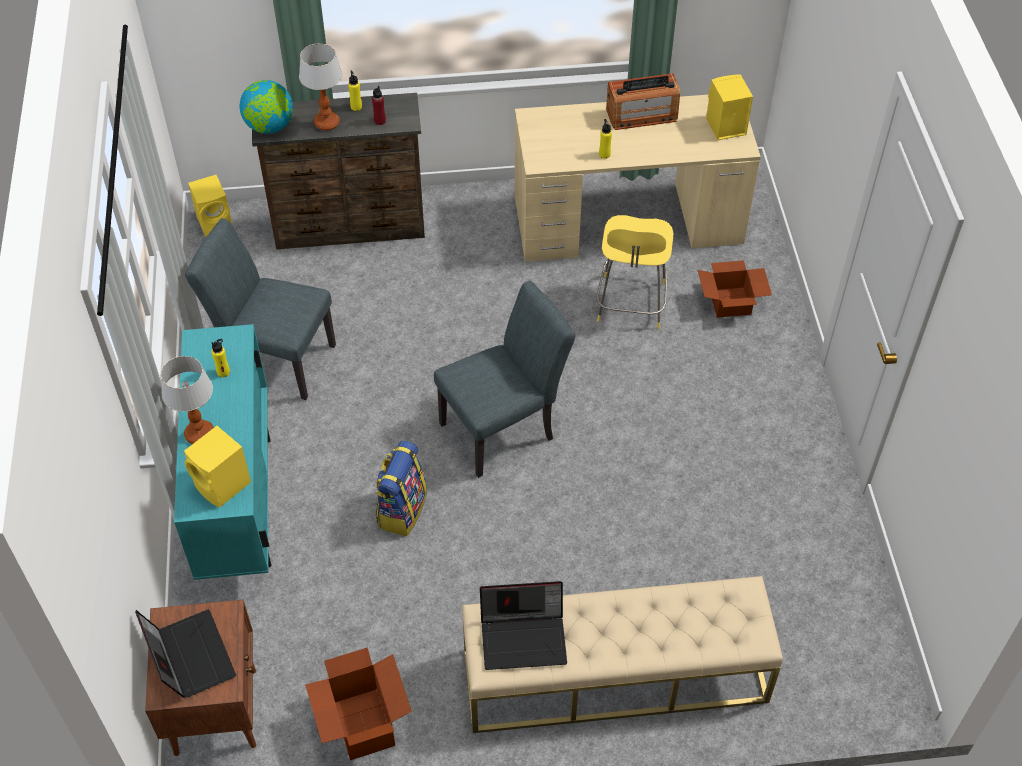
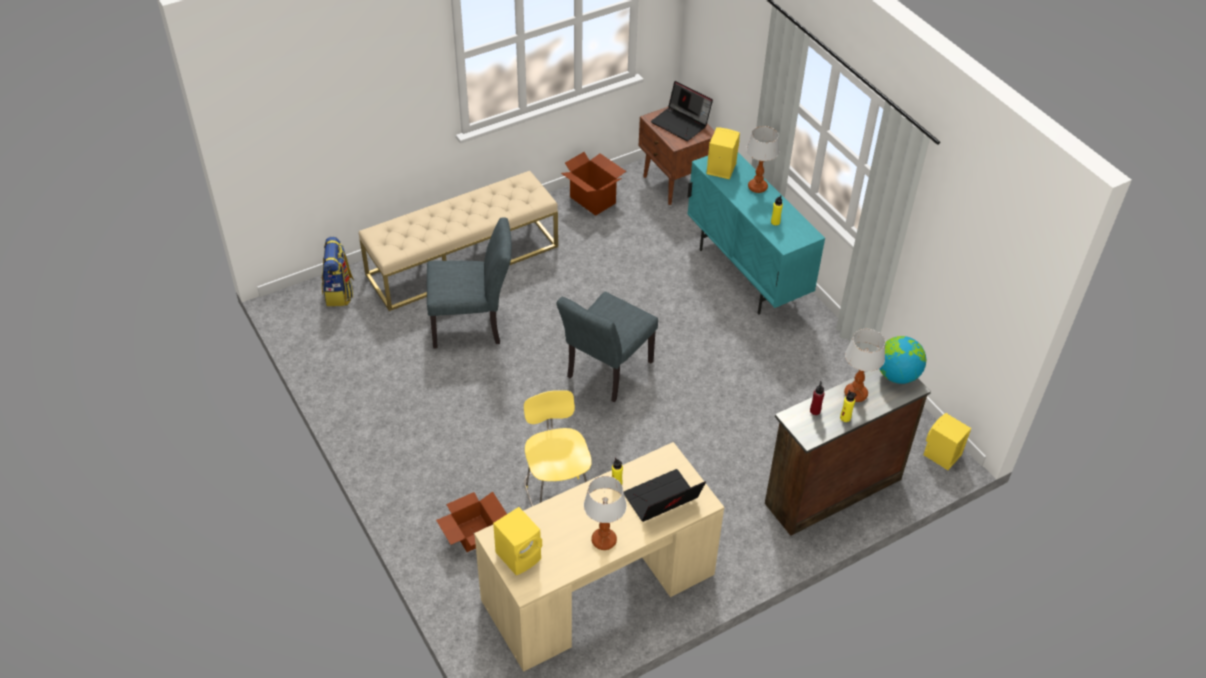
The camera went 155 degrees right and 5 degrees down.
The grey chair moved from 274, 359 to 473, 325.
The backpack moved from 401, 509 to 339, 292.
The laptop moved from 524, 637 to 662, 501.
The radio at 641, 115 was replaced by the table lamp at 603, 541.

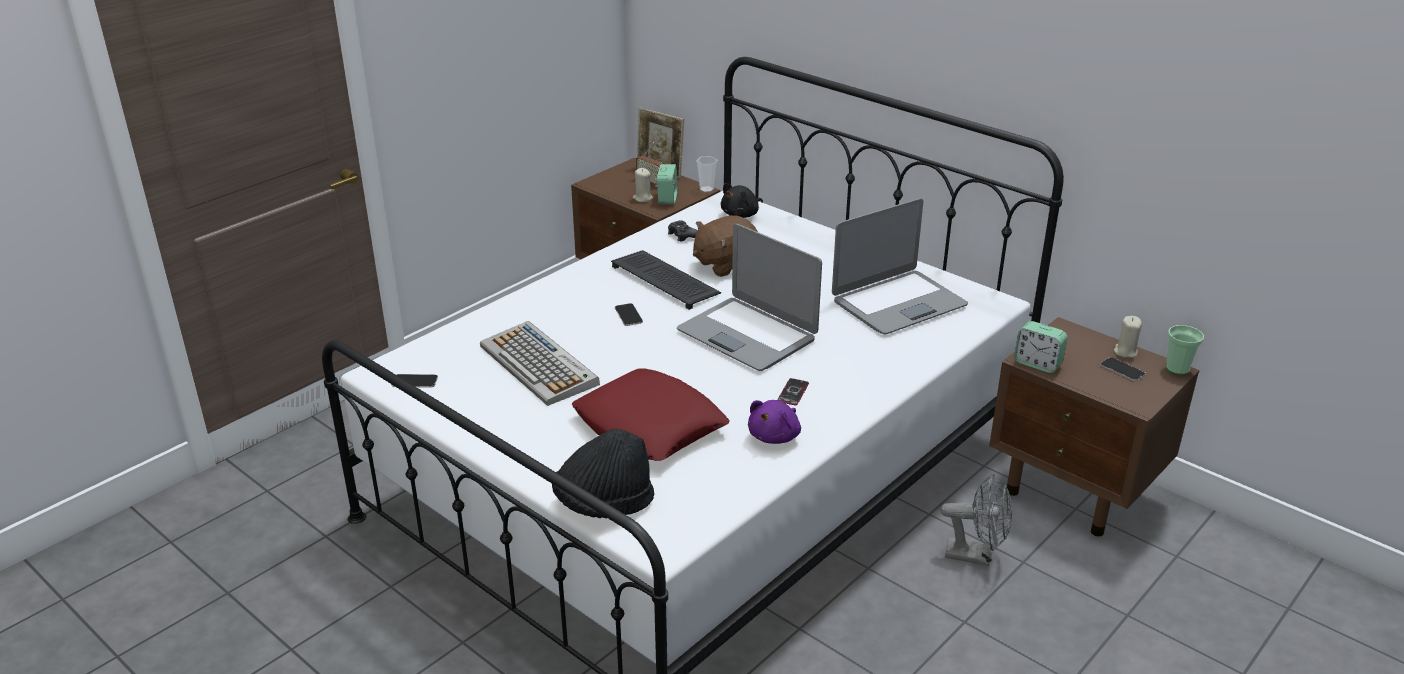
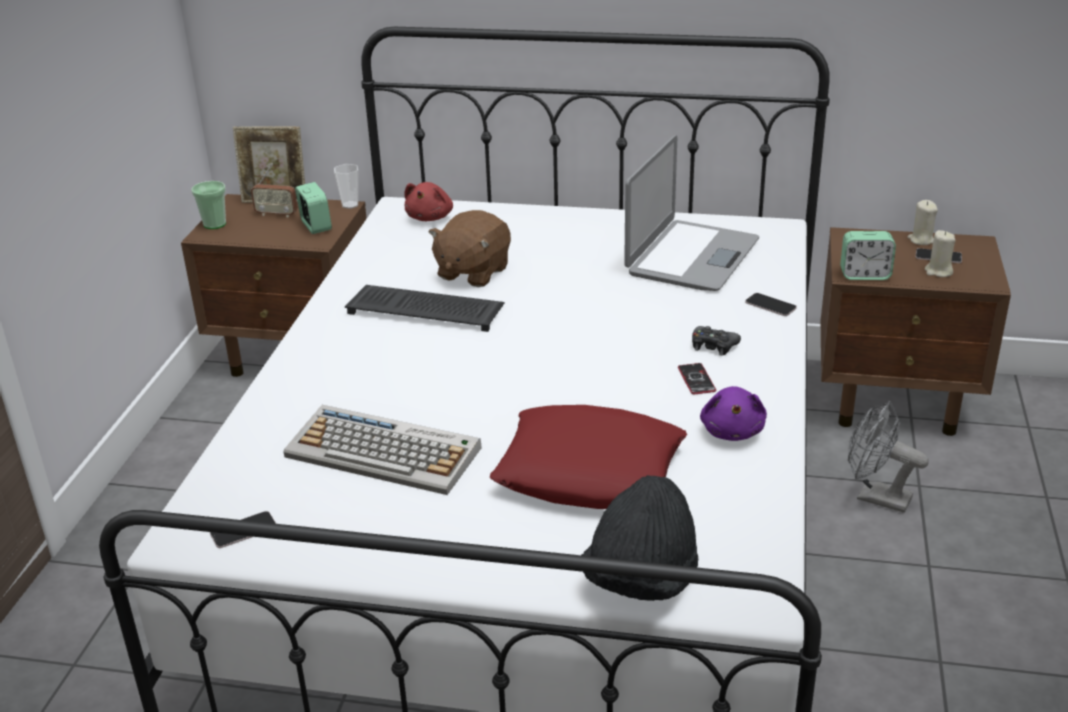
The camera went 30 degrees left and 0 degrees up.
The phone moved from 628, 315 to 770, 305.
The beige candle moved from 642, 198 to 938, 271.
The black game controller moved from 683, 235 to 713, 346.
The laptop at 747, 335 disappeared.
The black plush toy at 741, 214 became the red plush toy at 430, 217.
The grey fan at 976, 555 turned 135 degrees counterclockwise.
The cup moved from 1177, 368 to 215, 224.

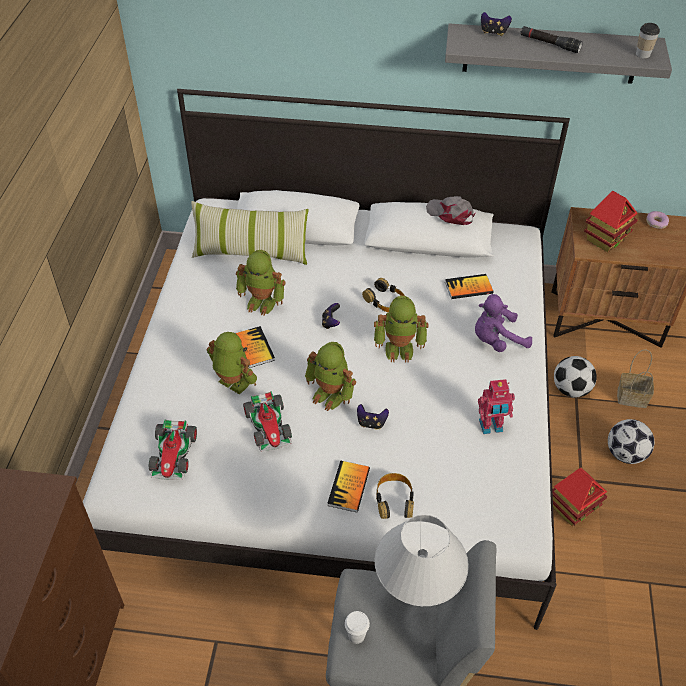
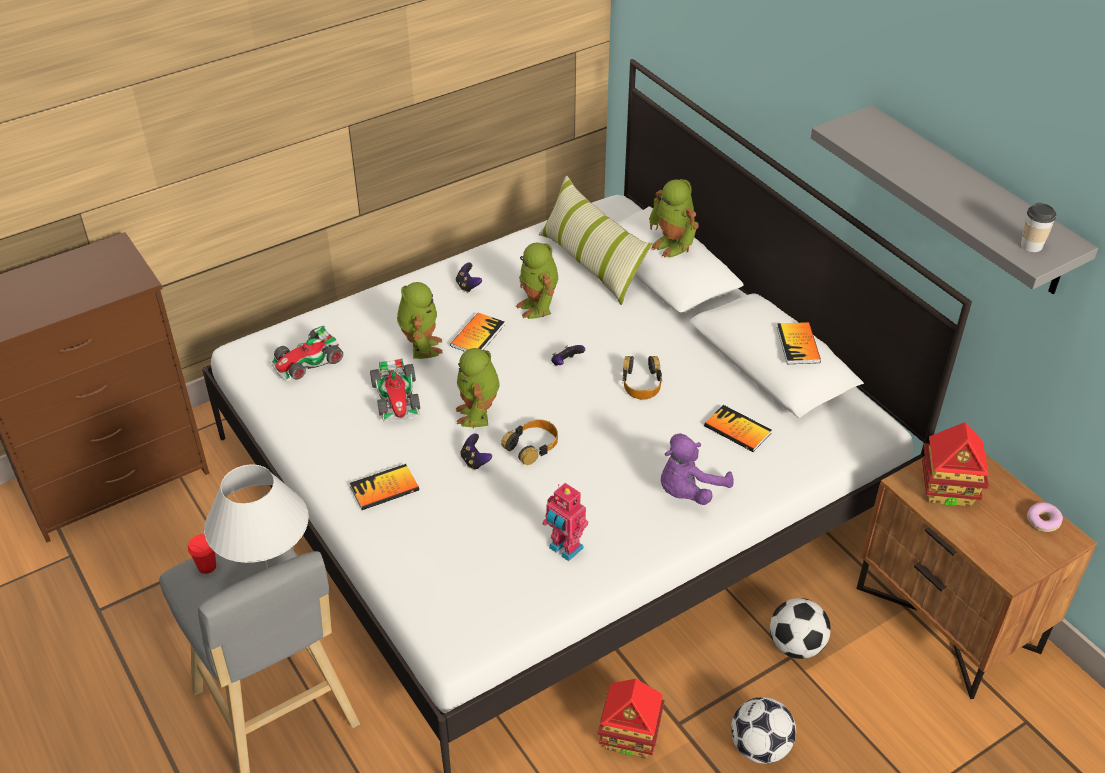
The camera went 50 degrees right and 5 degrees down.
The toy car at 269, 426 turned 45 degrees counterclockwise.
The white cup at 356, 635 became the red cup at 207, 566.
The toy robot moved from 399, 348 to 672, 245.
The headphones moved from 394, 500 to 532, 446.
The grey cap at 450, 214 was replaced by the book at 798, 345.
The purple plush toy at 496, 340 turned 75 degrees counterclockwise.
The game controller moved from 493, 33 to 468, 286.
The black flashlight at 549, 44 disappeared.
The basket at 633, 397 disappeared.

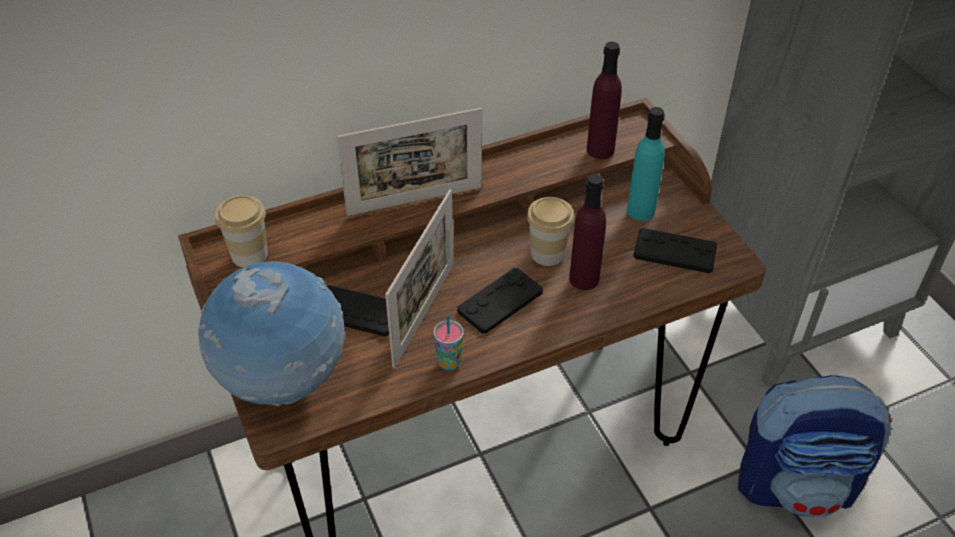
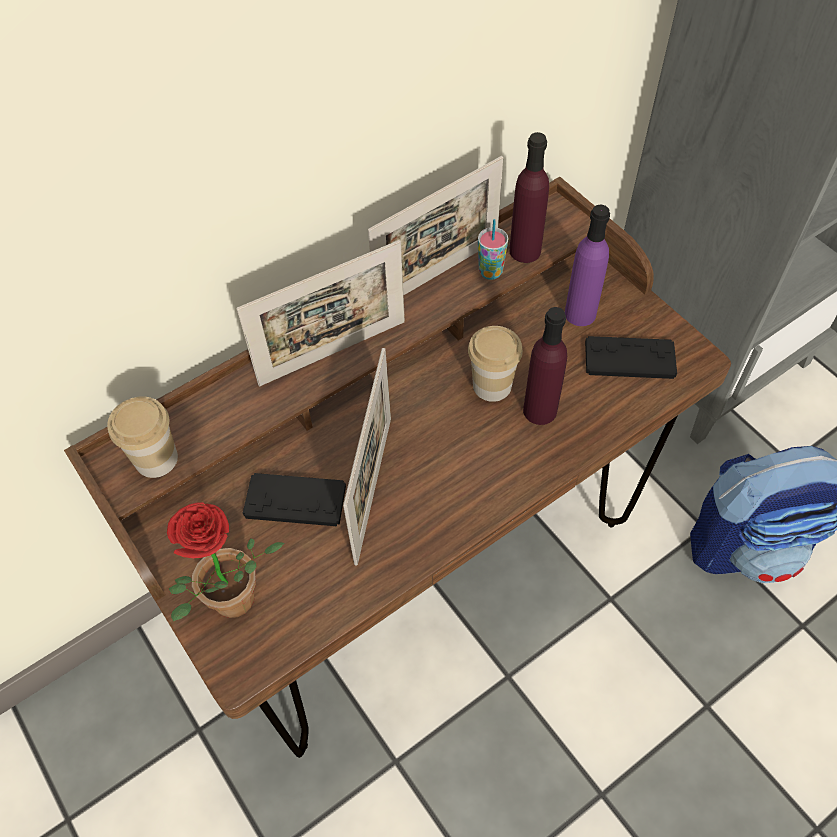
The camera went 10 degrees left and 10 degrees up.
The globe at 283, 381 was replaced by the potted plant at 233, 608.
The cup moved from 449, 362 to 490, 272.
The black game controller at 500, 302 disappeared.
The turquoise bottle at 640, 211 became the purple bottle at 580, 314.
The picture frame at 437, 274 appeared.

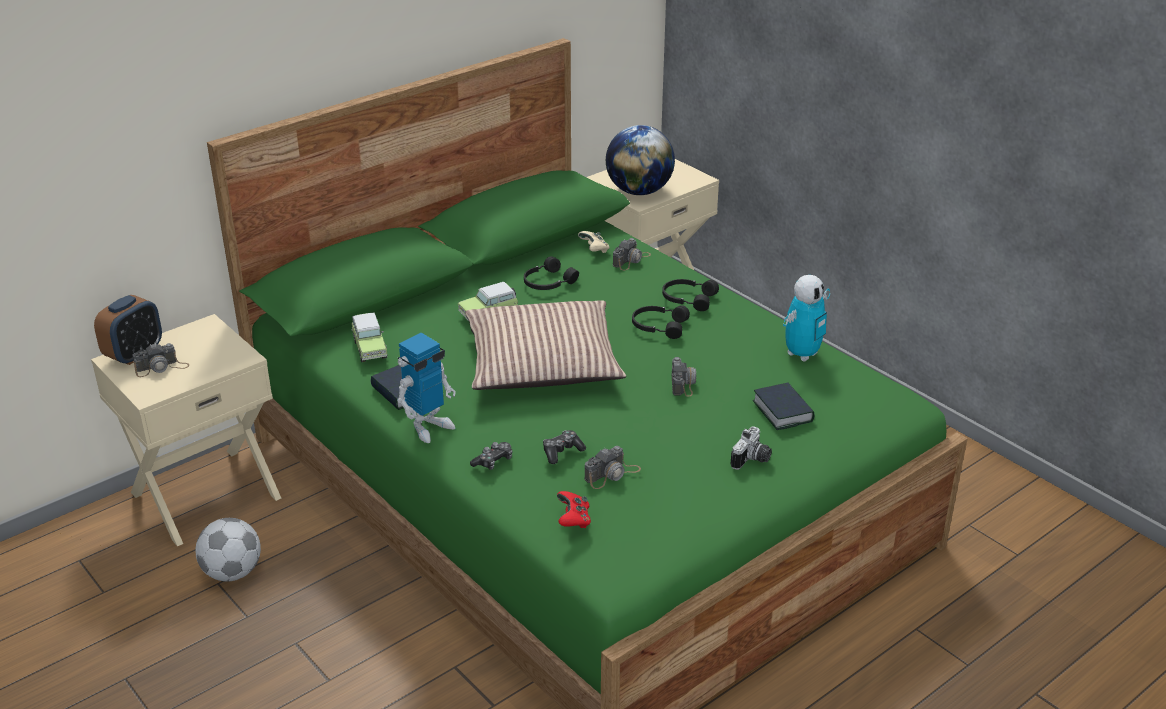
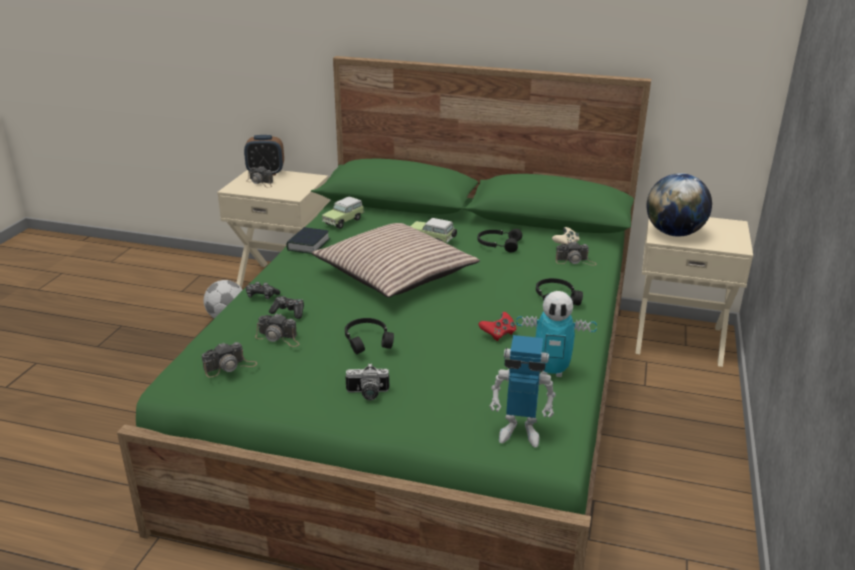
The camera went 55 degrees right and 5 degrees down.
The toy robot moved from 429, 427 to 520, 431.
The red game controller moved from 573, 520 to 498, 334.
The black headphones moved from 659, 326 to 368, 340.
The photo camera moved from 684, 381 to 230, 367.
The book at 782, 411 disappeared.

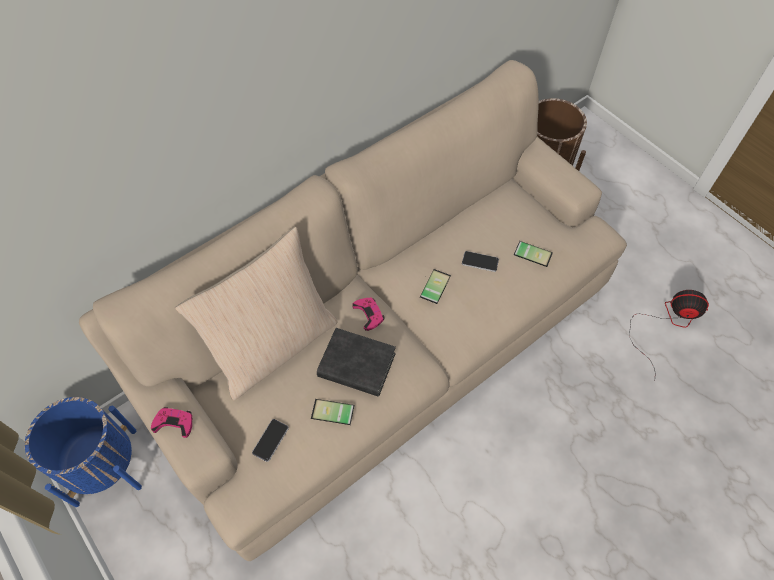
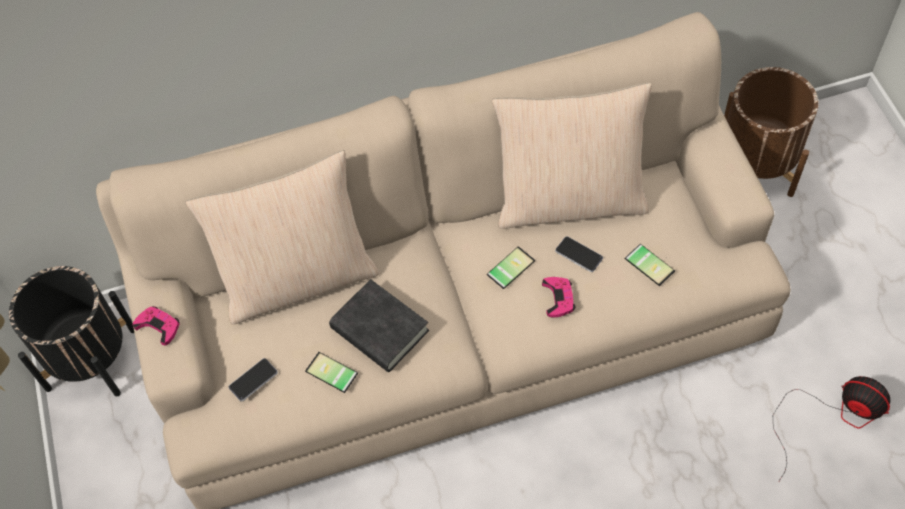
The camera went 25 degrees right and 0 degrees up.
The blue planter at 106, 466 became the black planter at 91, 359.
The pink game controller moved from 369, 314 to 558, 298.
The beige pillow at 570, 200 appeared.

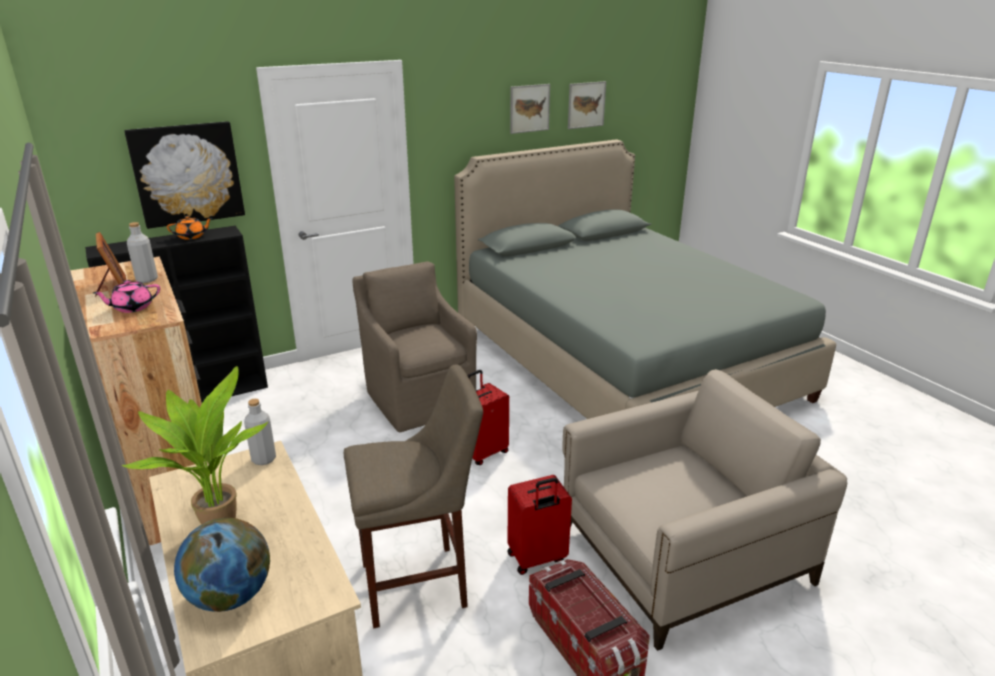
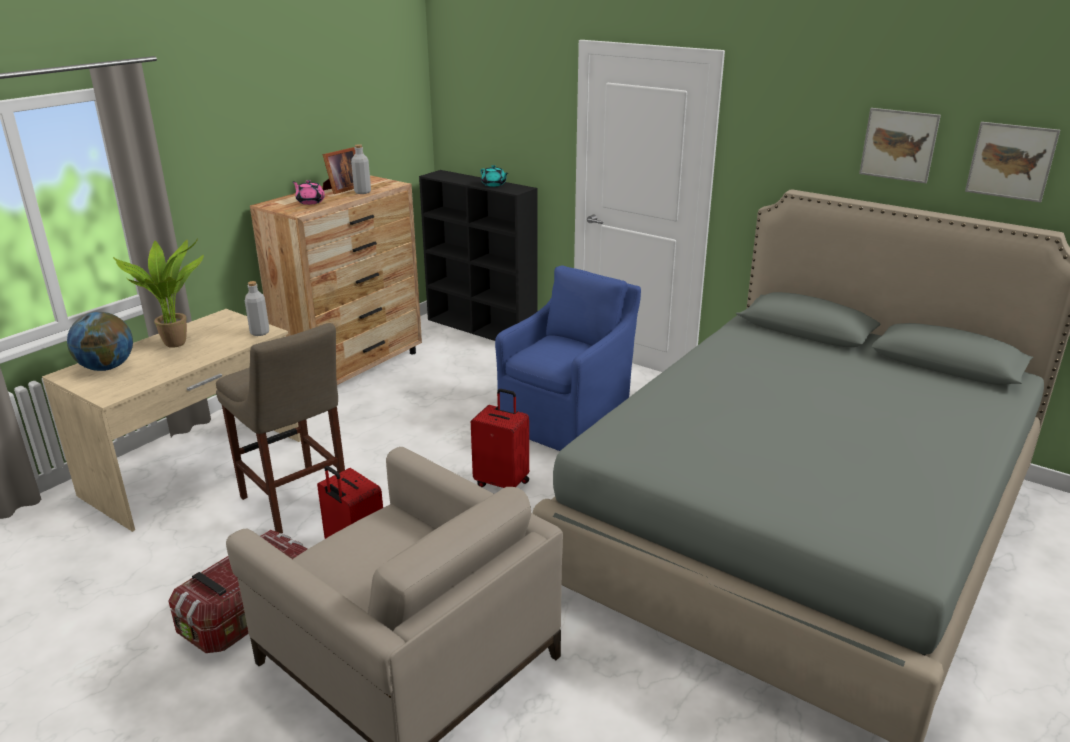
The camera went 65 degrees right and 0 degrees up.
The picture at 187, 174 disappeared.
The orange teapot at 192, 236 became the turquoise teapot at 494, 184.
The brown armchair at 419, 399 became the blue armchair at 567, 421.

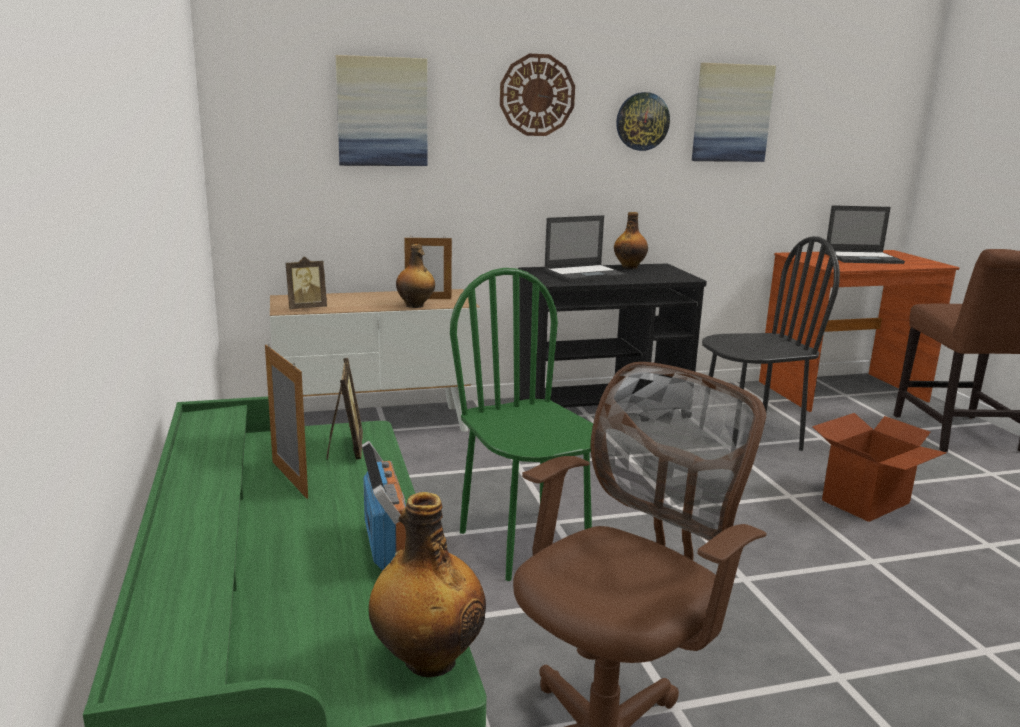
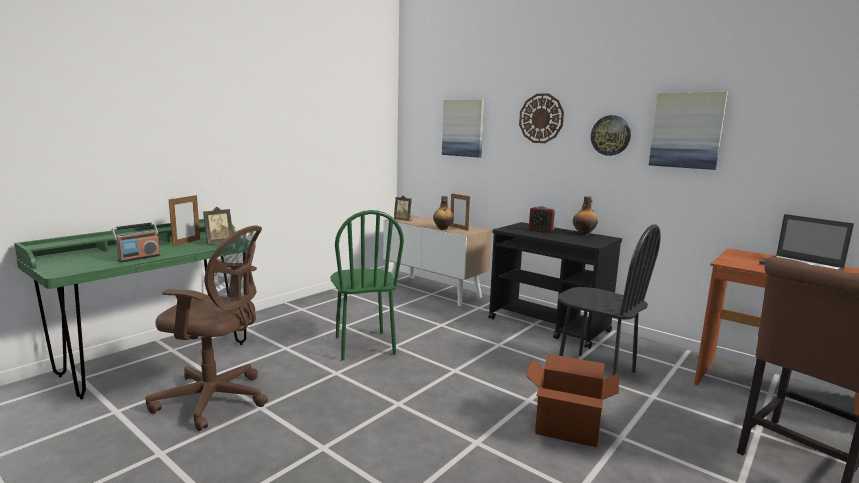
The camera went 55 degrees right and 5 degrees down.
The bottle at 427, 660 disappeared.
The green chair at 525, 544 turned 135 degrees clockwise.
The laptop at 586, 274 was replaced by the alarm clock at 541, 230.

